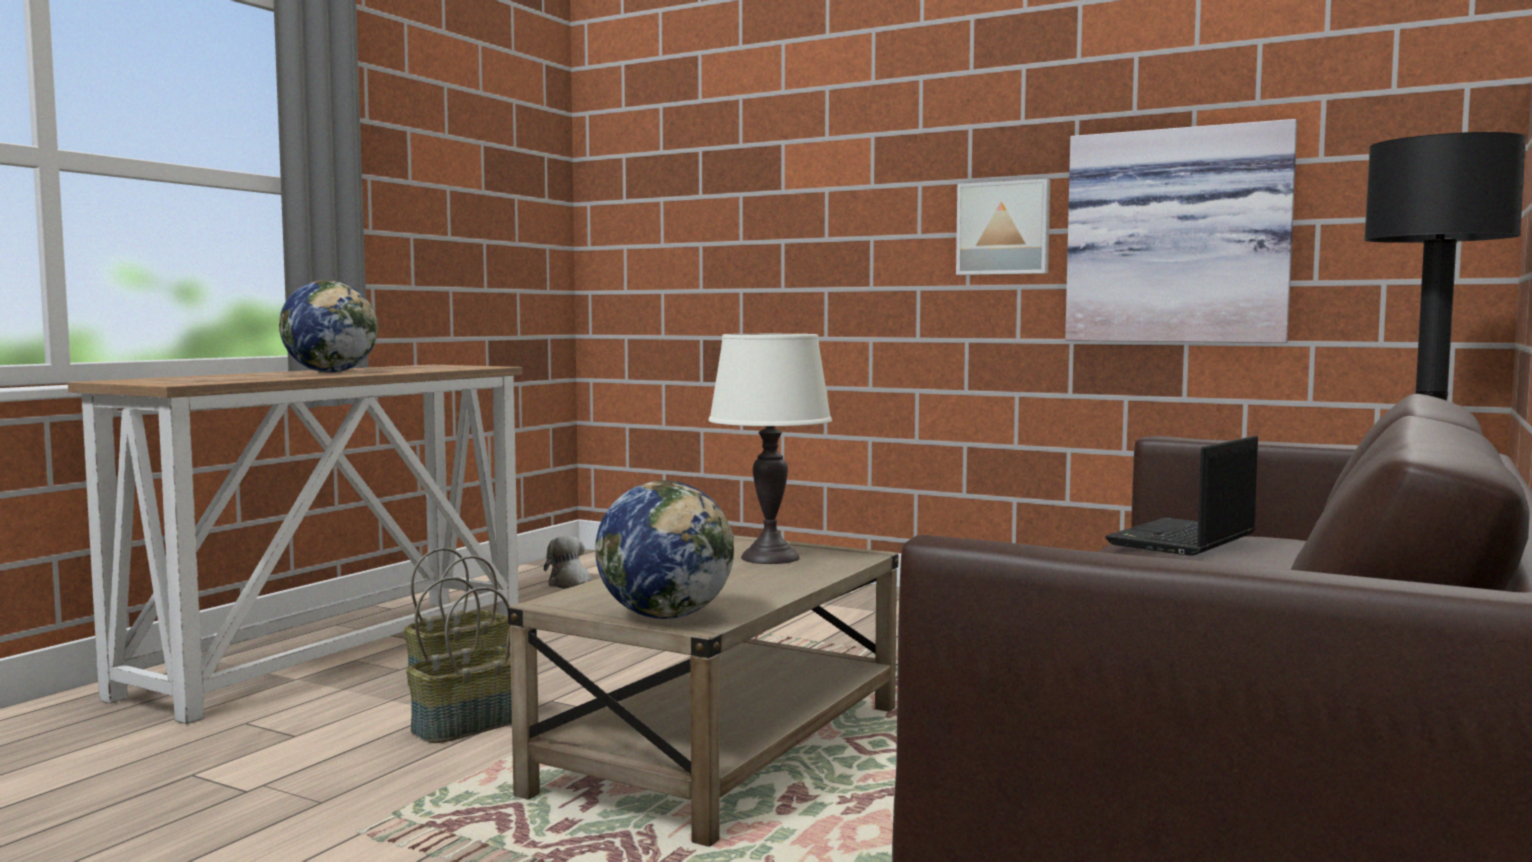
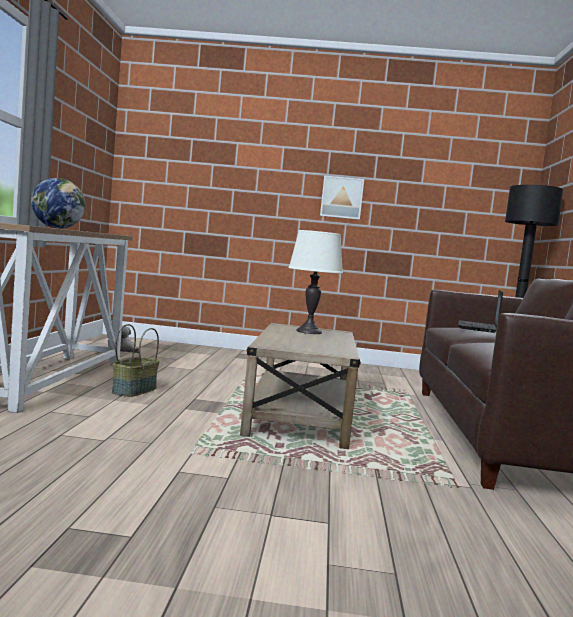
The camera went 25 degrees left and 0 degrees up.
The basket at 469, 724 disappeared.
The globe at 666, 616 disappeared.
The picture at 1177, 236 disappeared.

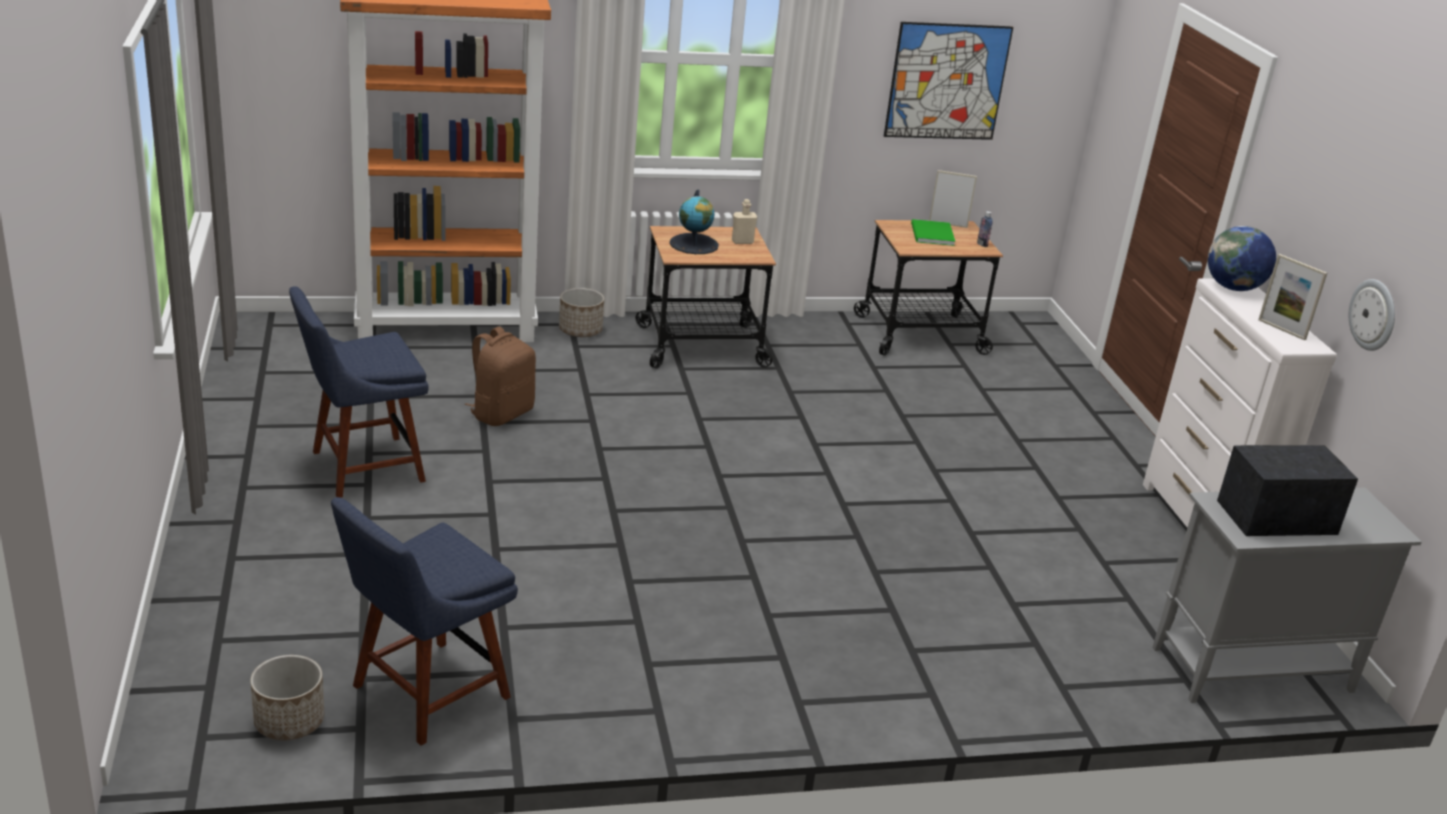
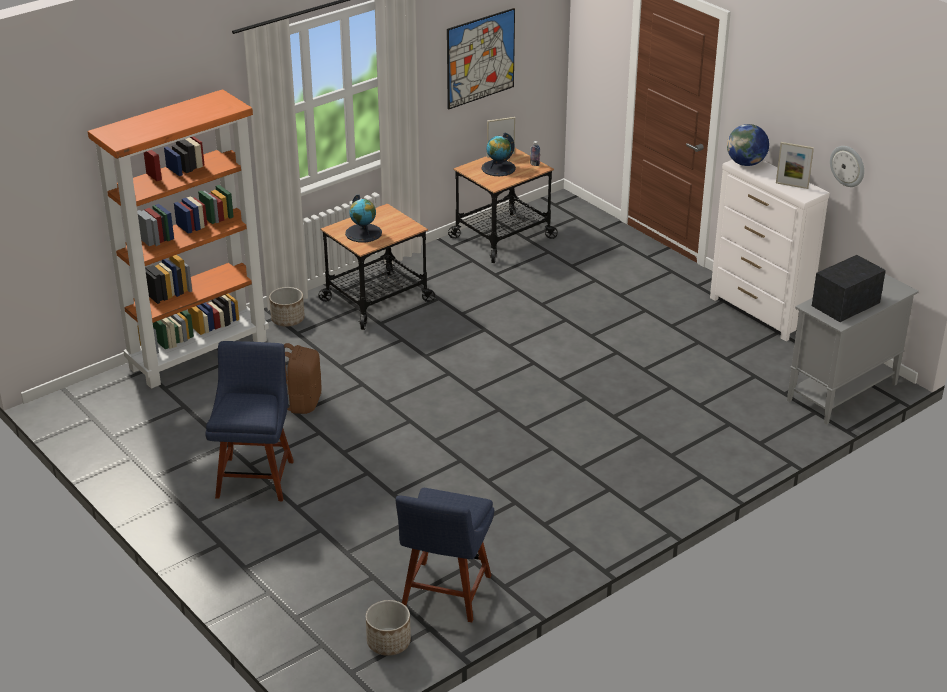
The camera went 25 degrees left and 5 degrees up.
The blue chair at 361, 467 turned 150 degrees clockwise.
The beige bottle at 742, 242 disappeared.
The green book at 931, 235 was replaced by the globe at 498, 168.

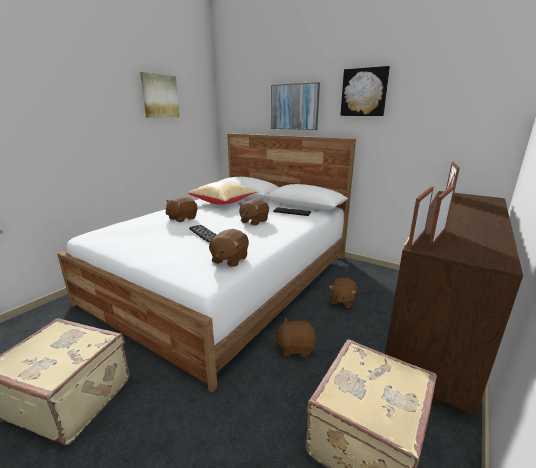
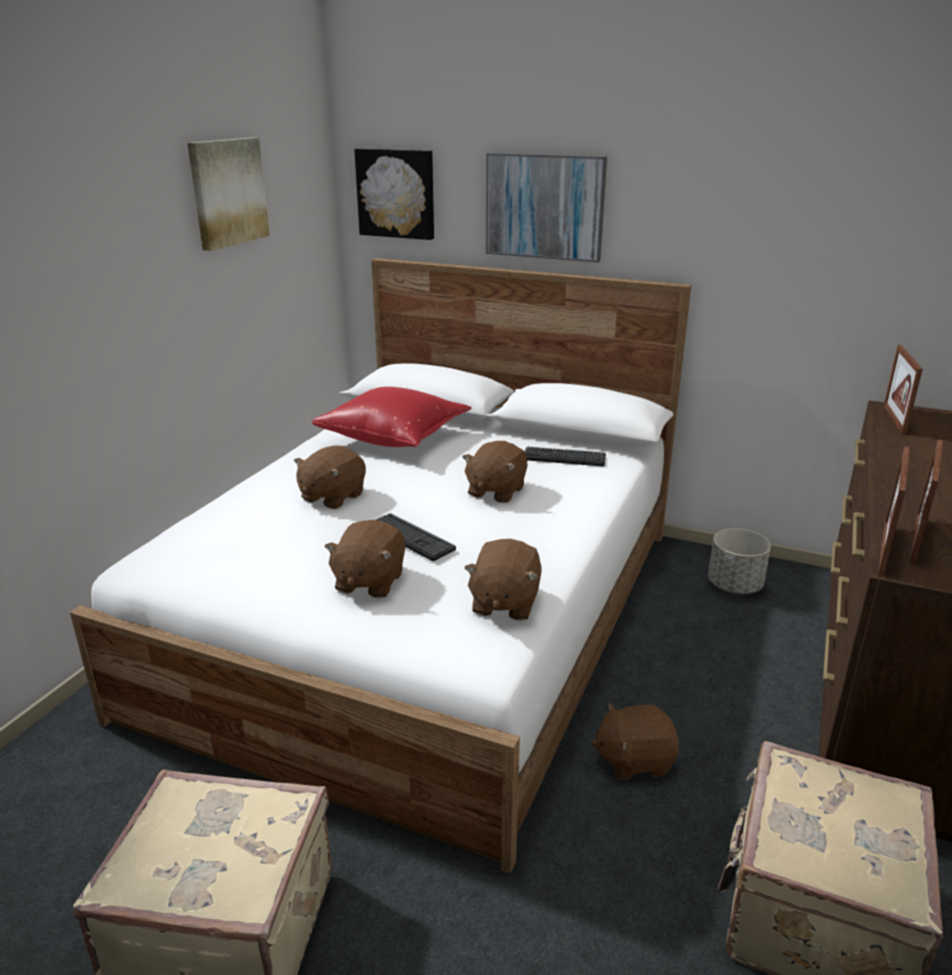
The camera went 10 degrees left and 5 degrees up.
The beige pillow at 223, 202 became the red pillow at 395, 438.
The brown plush toy moved from 342, 301 to 369, 582.
The picture moved from 364, 92 to 396, 193.
The grey planter at 734, 586 appeared.

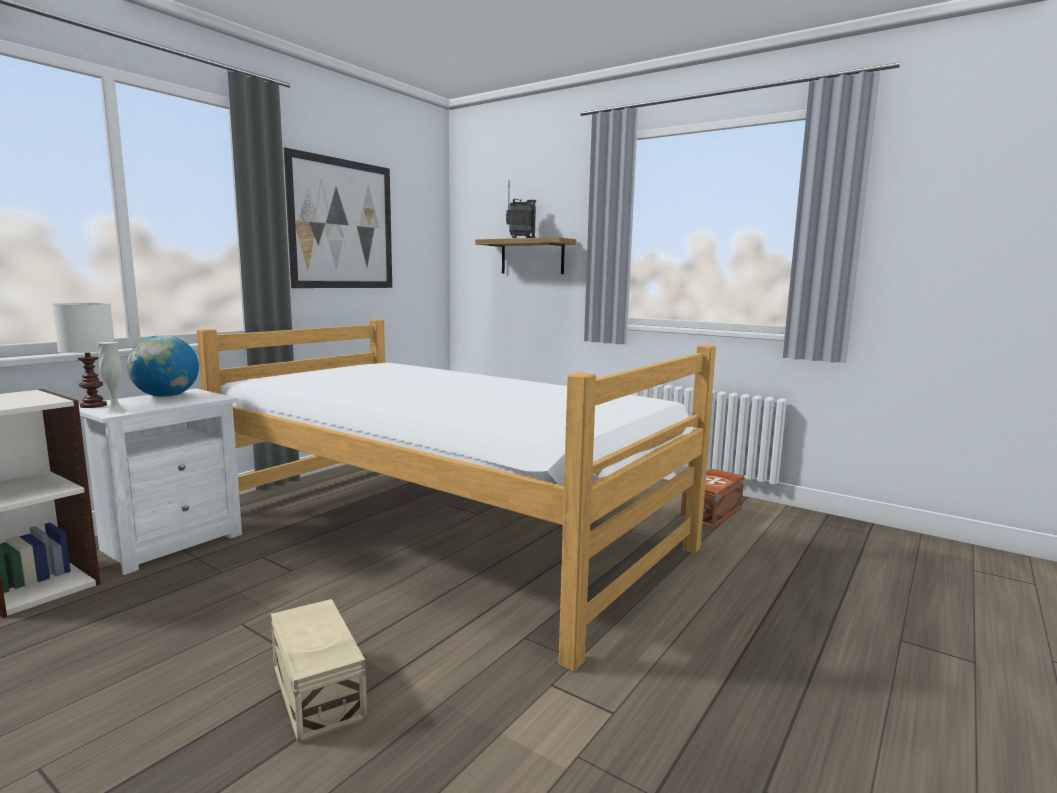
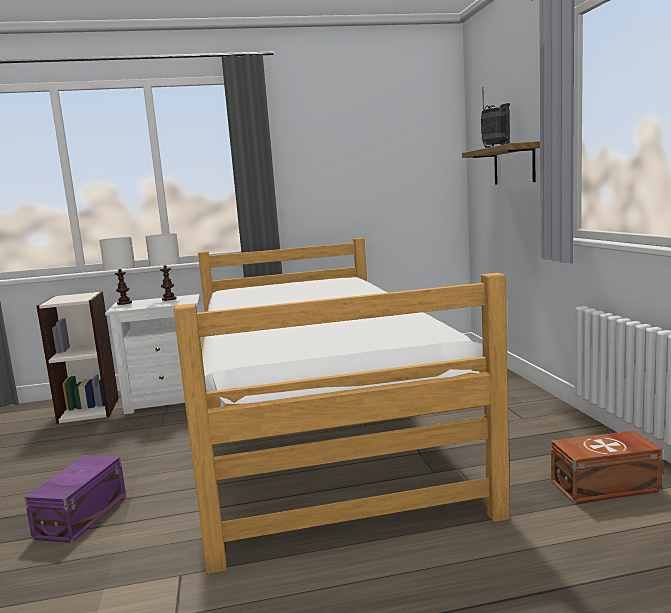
The camera went 45 degrees right and 0 degrees up.
The white vase at 115, 412 disappeared.
The globe at 166, 396 was replaced by the white table lamp at 168, 299.
The beige storage box at 316, 693 became the purple storage box at 79, 516.
The picture at 342, 224 disappeared.

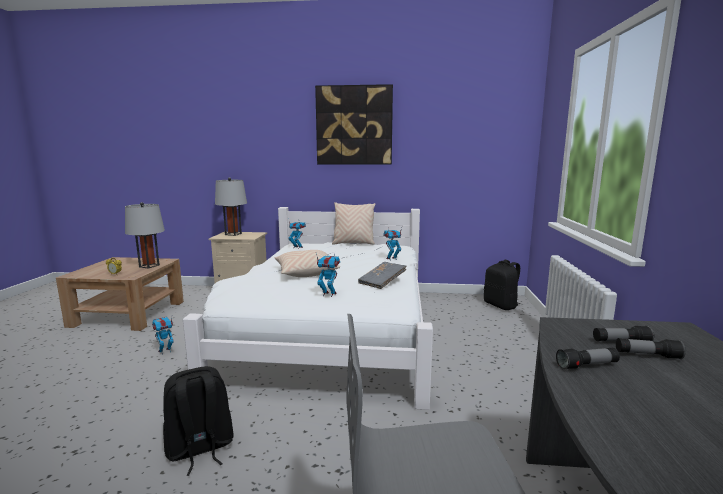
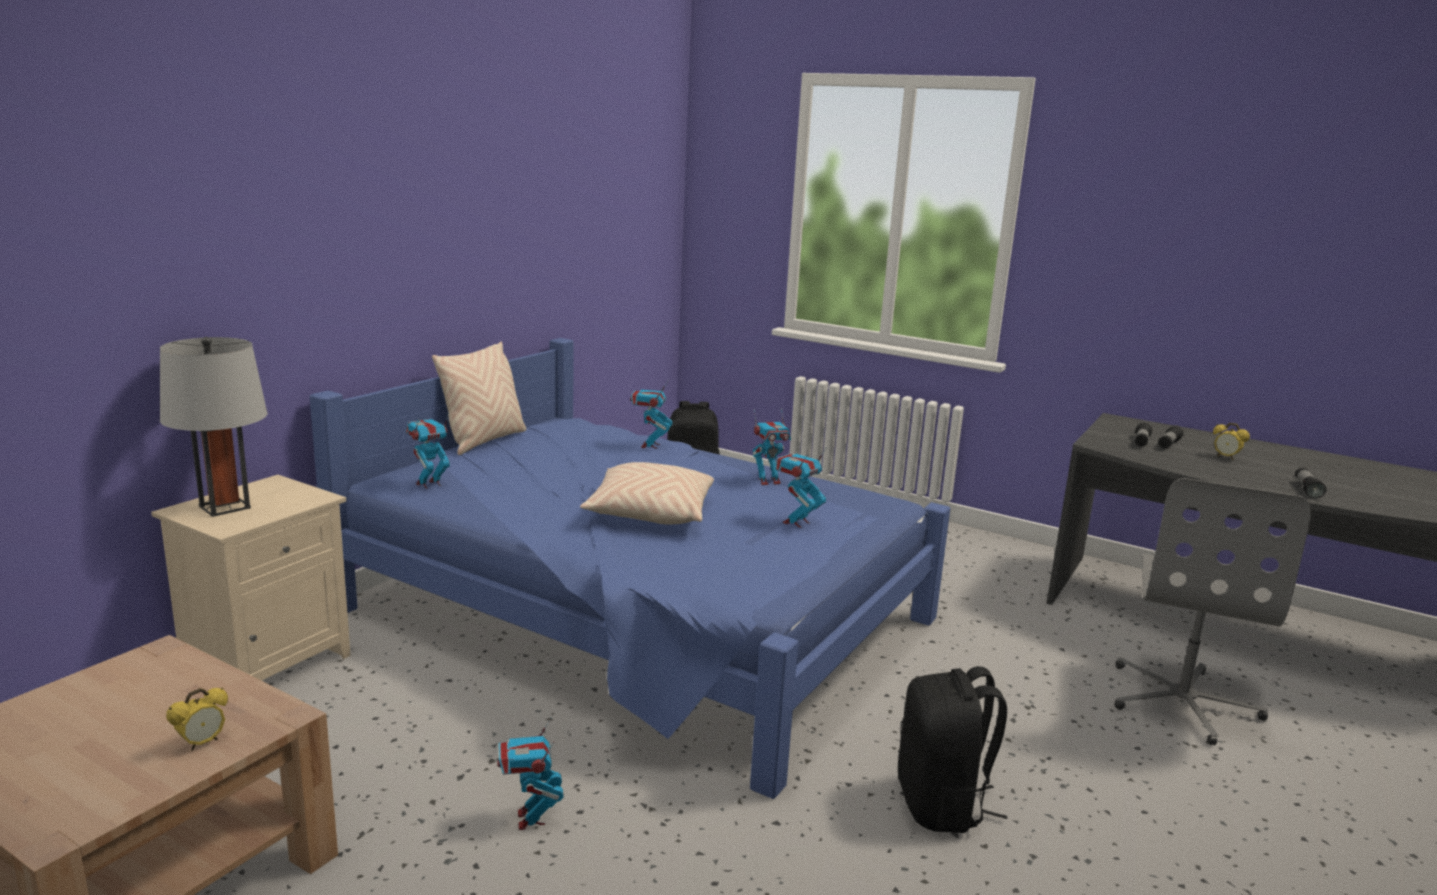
The camera went 65 degrees left and 5 degrees up.
The grey table lamp at 149, 266 disappeared.
The white bed at 332, 331 became the blue bed at 639, 617.
The picture at 354, 125 disappeared.
The grey book at 382, 282 was replaced by the toy robot at 768, 481.
The flashlight moved from 587, 365 to 1307, 489.
The alarm clock at 1226, 457 appeared.

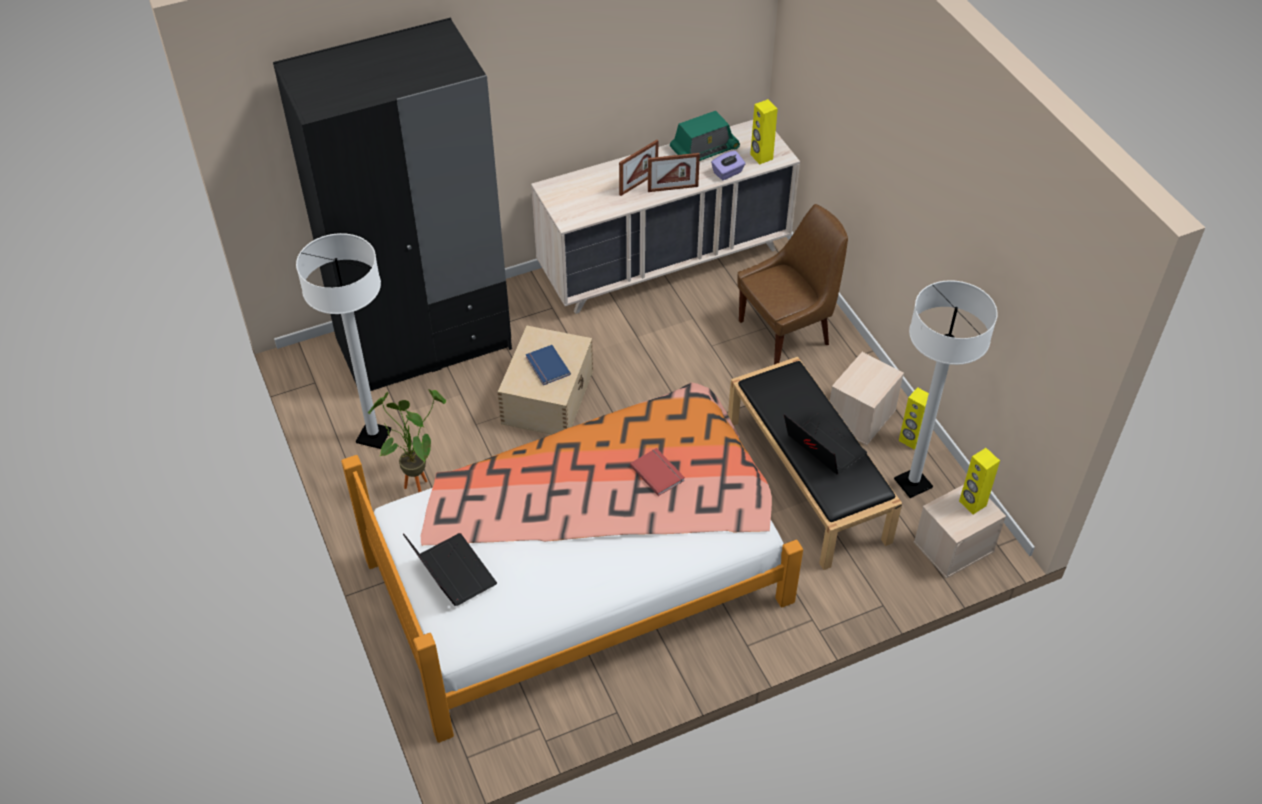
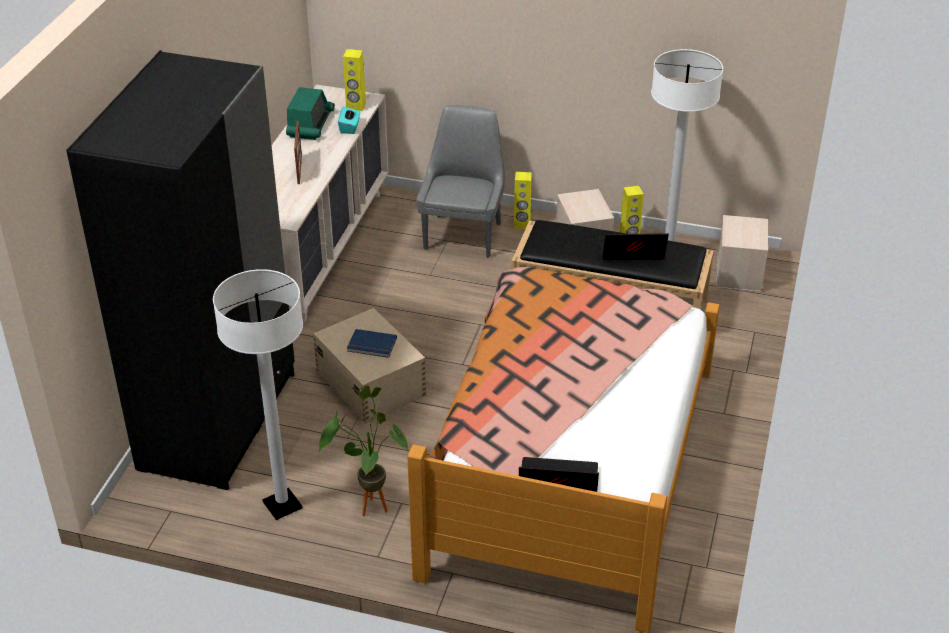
The camera went 50 degrees left and 10 degrees down.
The red book at 658, 472 disappeared.
The picture frame at 673, 188 disappeared.
The purple tissue box at 727, 173 became the turquoise tissue box at 350, 128.
The brown chair at 787, 331 became the grey chair at 463, 234.
The yellow speaker moved from 972, 503 to 522, 224.

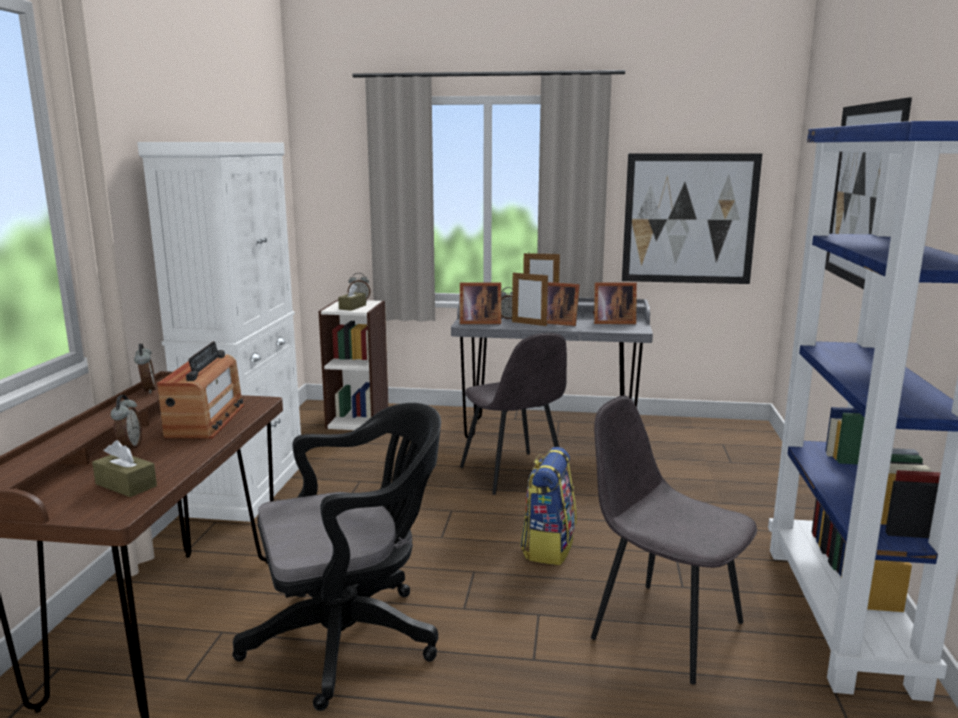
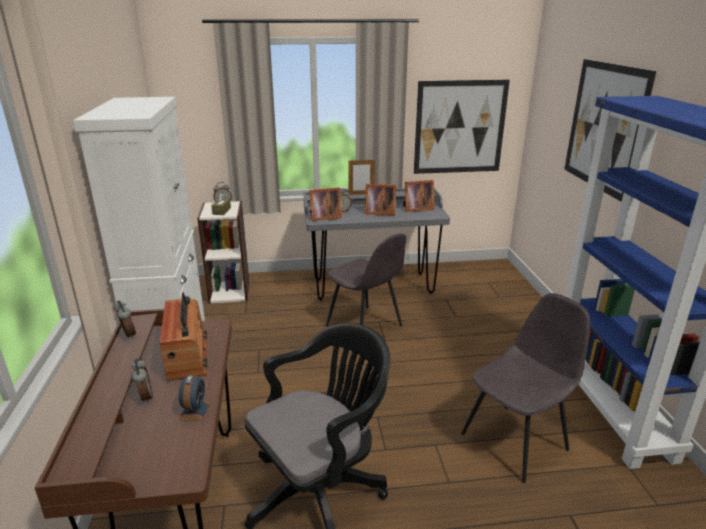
The camera went 15 degrees left and 10 degrees up.
The brown tissue box at 126, 485 disappeared.
The picture frame at 529, 324 disappeared.
The backpack at 548, 547 disappeared.
The grey chair at 663, 628 turned 120 degrees clockwise.
The alarm clock at 195, 410 appeared.

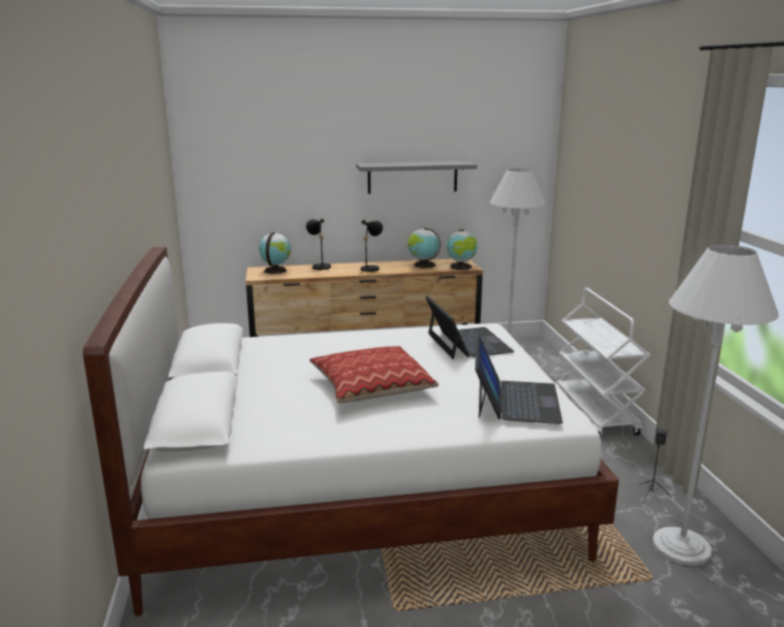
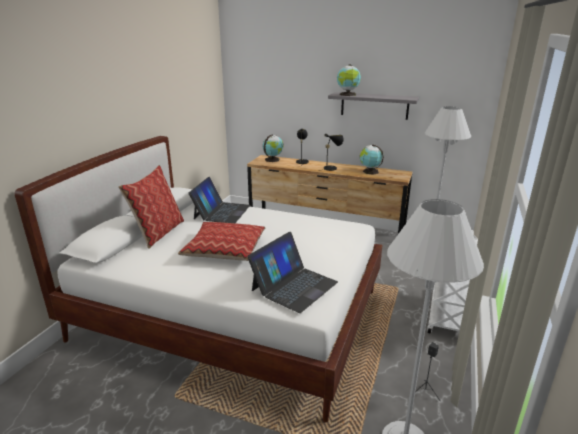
The camera went 30 degrees right and 5 degrees up.
The laptop moved from 467, 343 to 221, 212.
The globe moved from 461, 267 to 348, 94.
The pillow at 158, 232 appeared.

